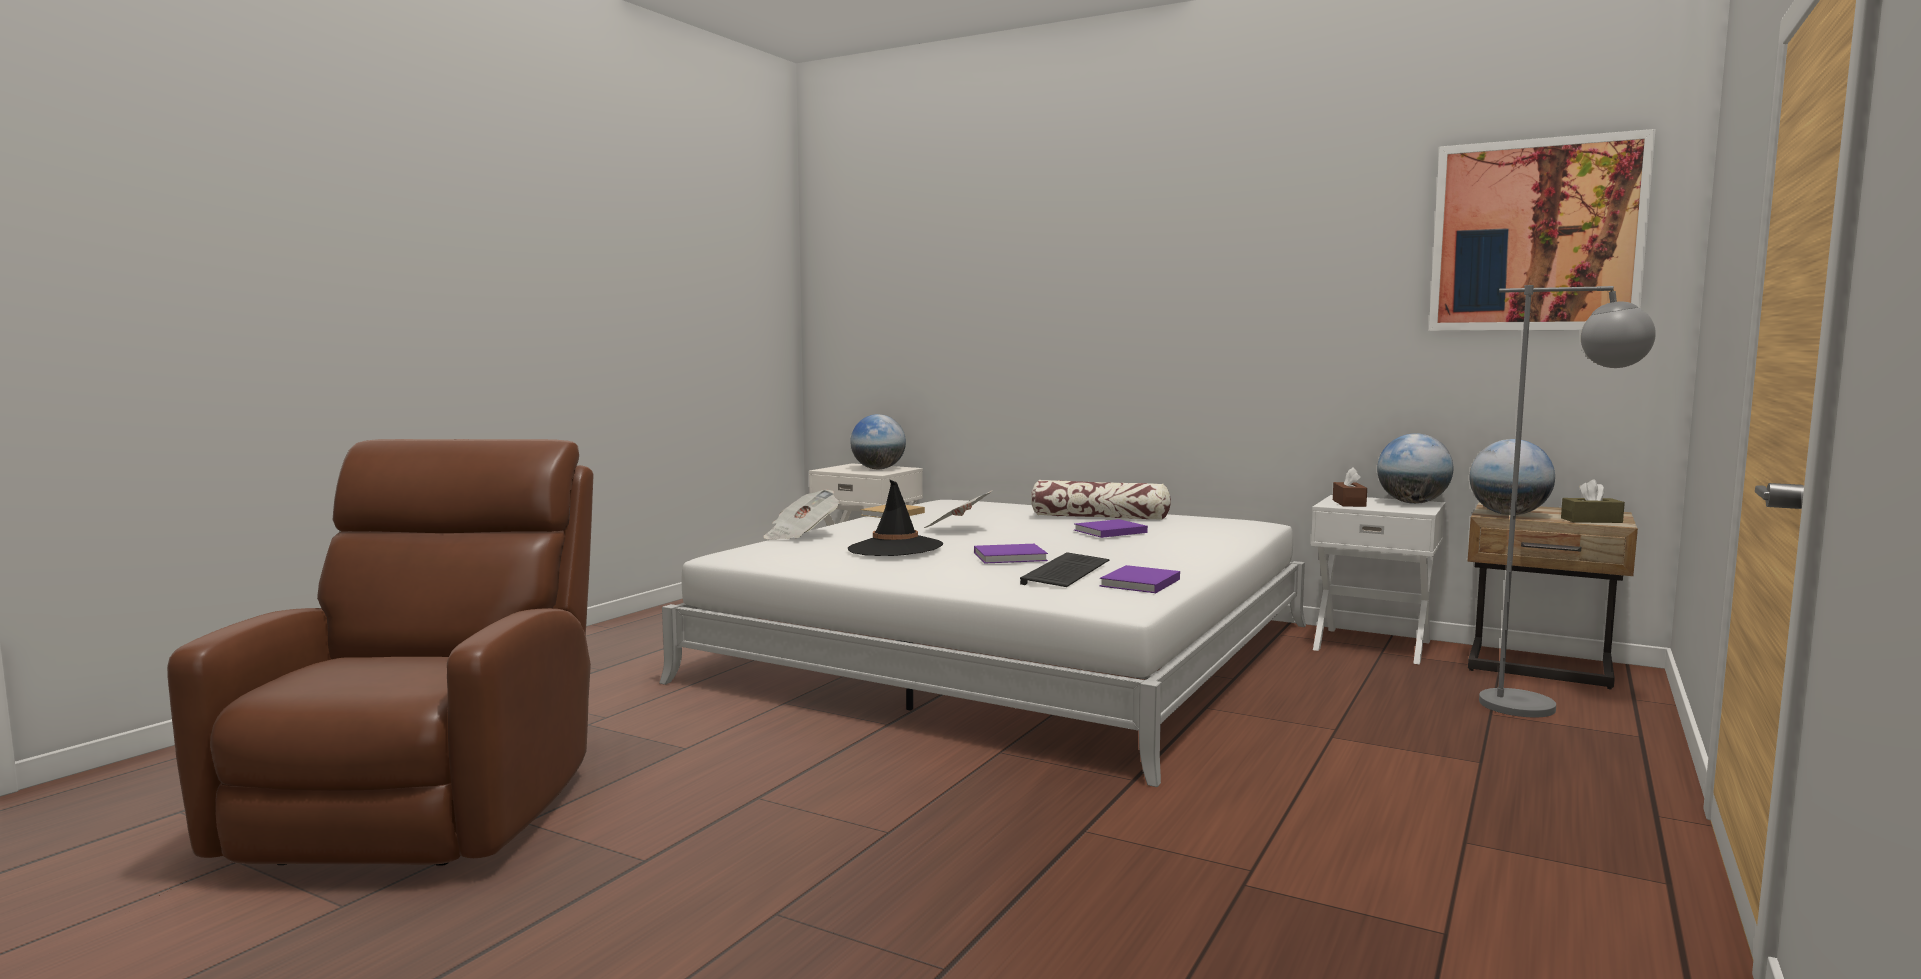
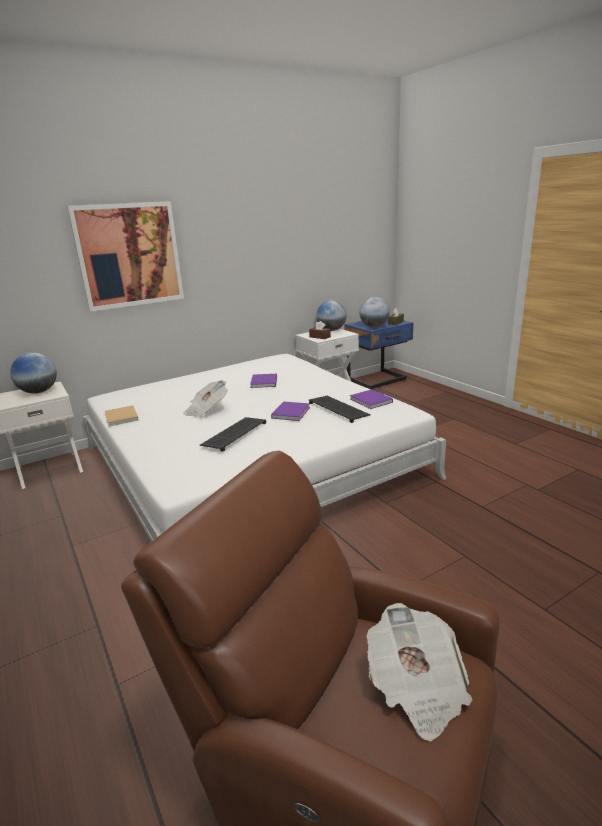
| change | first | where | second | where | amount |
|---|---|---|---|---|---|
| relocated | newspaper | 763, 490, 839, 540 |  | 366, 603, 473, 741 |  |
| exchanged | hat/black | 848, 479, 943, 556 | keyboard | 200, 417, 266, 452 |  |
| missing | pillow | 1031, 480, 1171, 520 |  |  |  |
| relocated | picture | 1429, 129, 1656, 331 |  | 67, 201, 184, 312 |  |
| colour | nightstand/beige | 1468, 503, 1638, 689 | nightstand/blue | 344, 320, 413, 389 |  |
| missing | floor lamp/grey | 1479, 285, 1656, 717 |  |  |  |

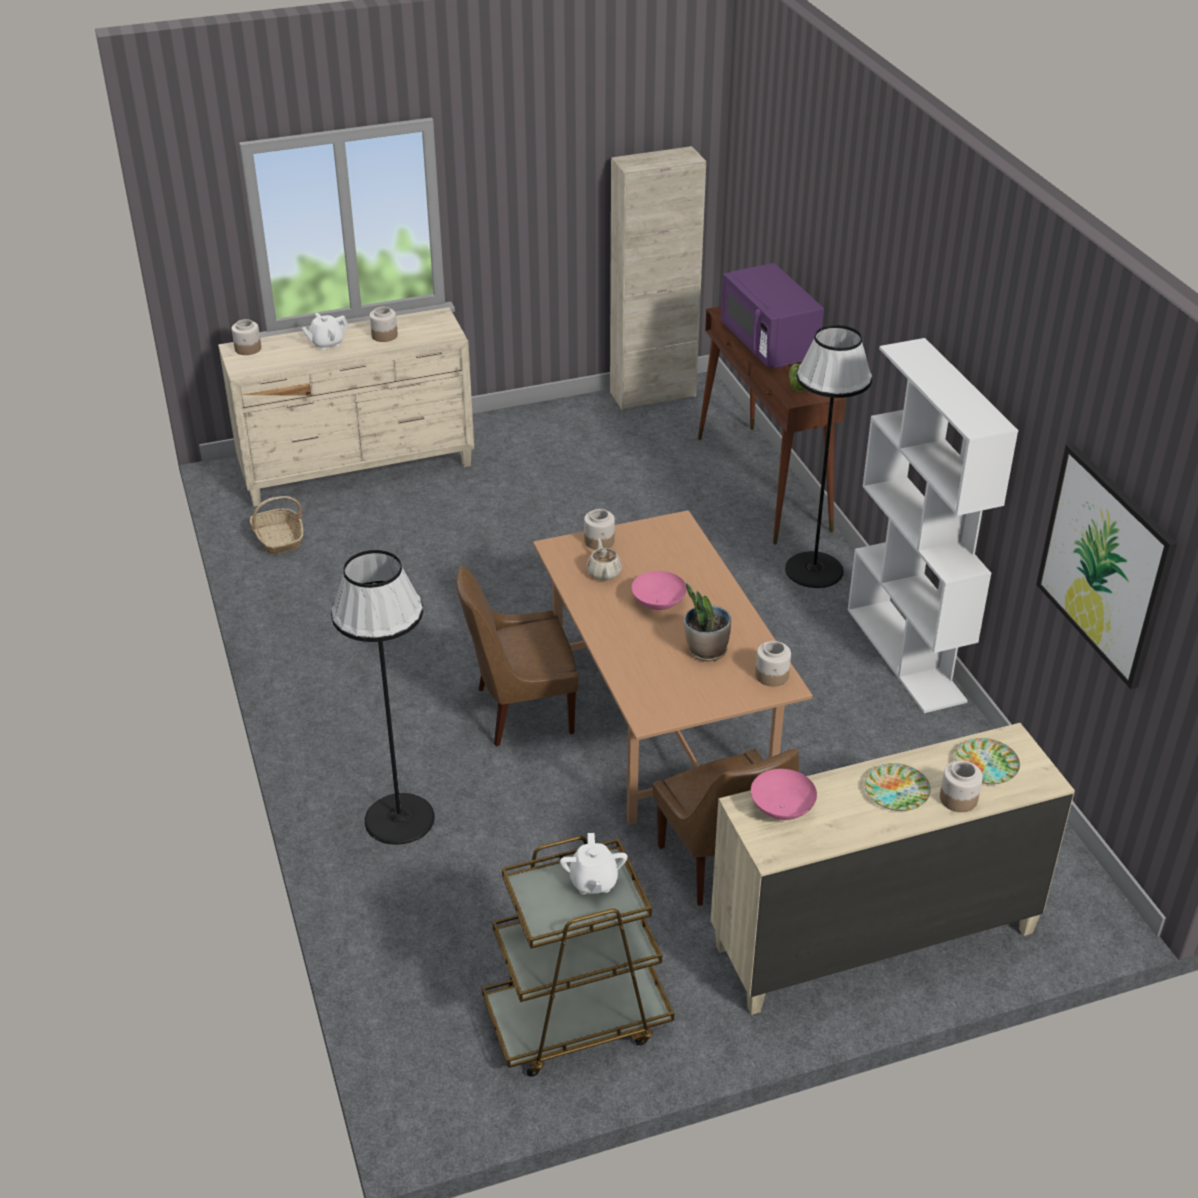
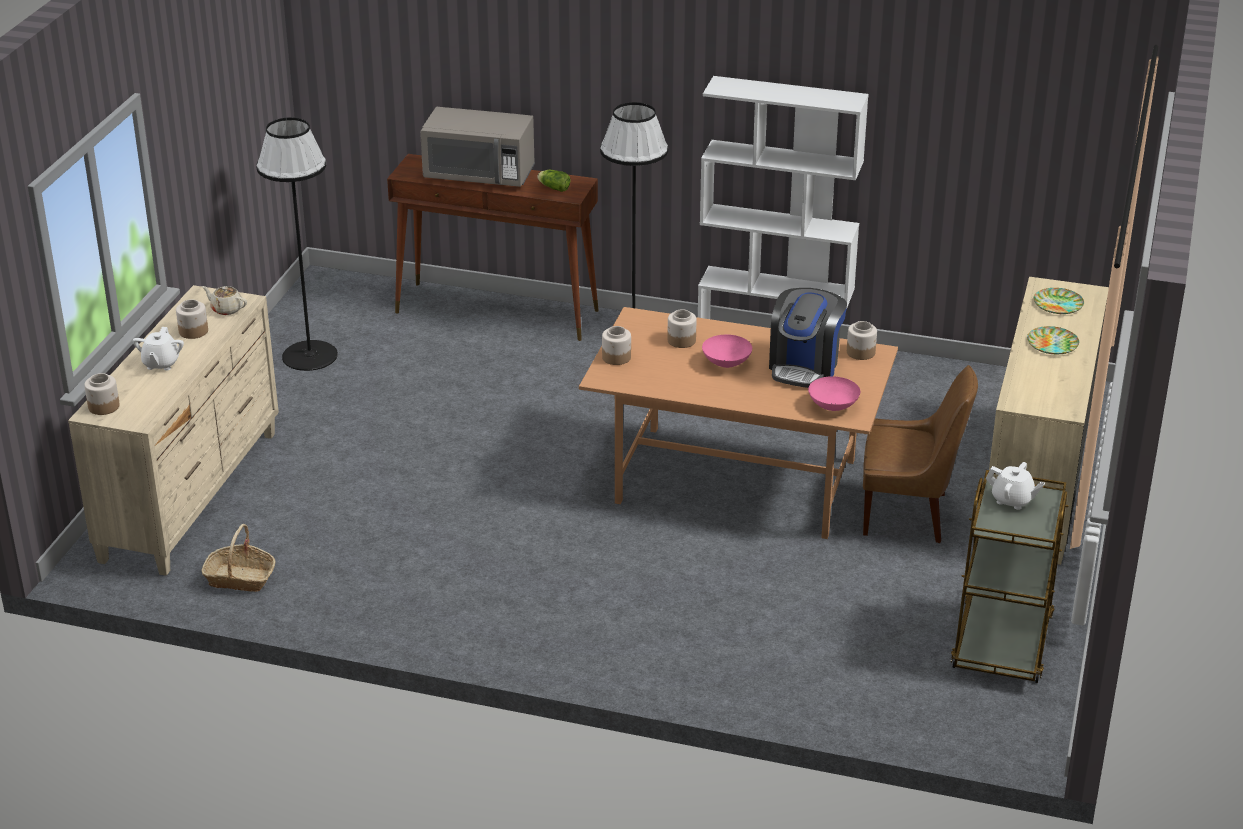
| change | first | where | second | where | amount |
|---|---|---|---|---|---|
| relocated | floor lamp/black | 331, 550, 435, 845 |  | 256, 117, 338, 371 |  |
| missing | chair/brown | 456, 565, 579, 747 |  |  |  |
| relocated | teapot/beige | 587, 538, 622, 580 |  | 202, 286, 247, 315 |  |
| missing | cabinet/beige | 610, 146, 706, 410 |  |  |  |
| exchanged | potted plant | 684, 583, 731, 662 | coffee machine | 769, 288, 847, 388 |  |
| colour | microwave/purple | 721, 263, 824, 369 | microwave/grey | 420, 107, 535, 187 |  |
| relocated | bowl/pink | 751, 769, 817, 820 |  | 808, 376, 860, 411 |  |
| relocated | jar | 940, 761, 983, 812 |  | 667, 309, 696, 348 |  |
| missing | picture | 1036, 444, 1177, 689 |  |  |  |

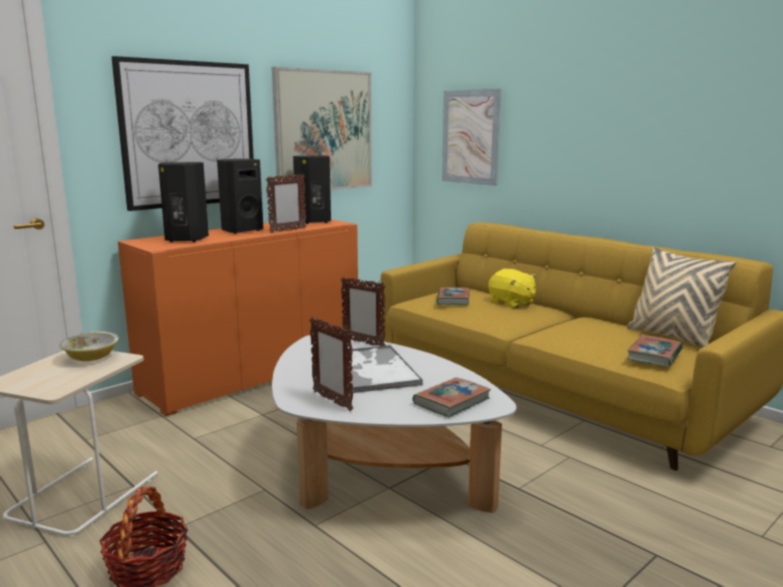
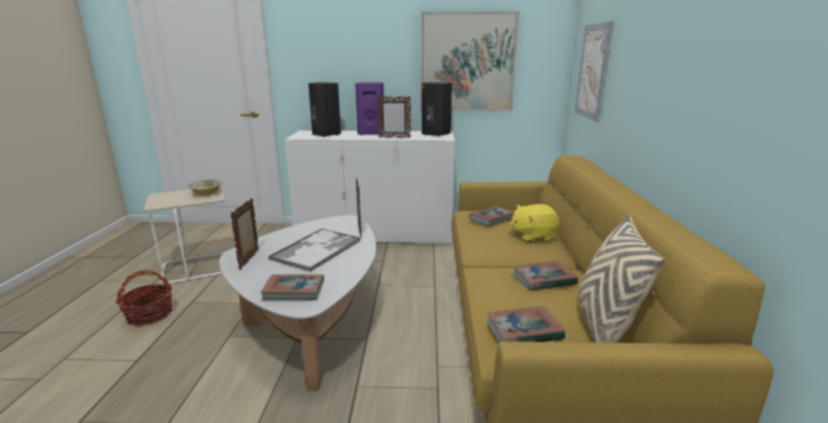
| change | first | where | second | where | amount |
|---|---|---|---|---|---|
| missing | picture | 112, 56, 254, 211 |  |  |  |
| colour | cabinet/orange | 118, 219, 359, 416 | cabinet/white | 285, 130, 455, 244 |  |
| colour | speaker/black | 217, 159, 263, 234 | speaker/purple | 355, 82, 384, 135 |  |
| spun | plush toy/yellow | 488, 269, 536, 308 |  | 509, 204, 559, 242 | 75 degrees clockwise |
| appeared |  |  | book | 513, 260, 578, 291 |  |

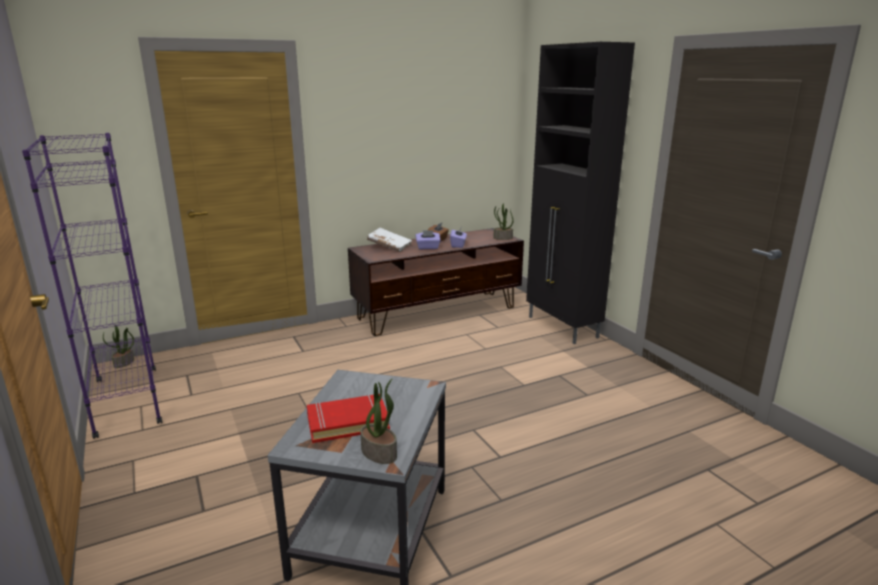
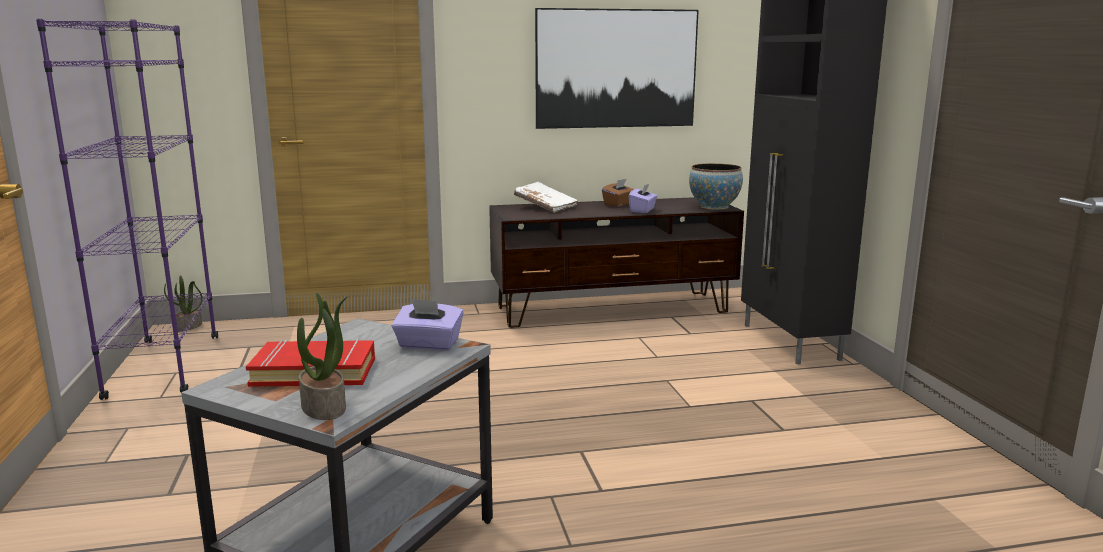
| change | first | where | second | where | amount |
|---|---|---|---|---|---|
| relocated | tissue box/purple | 416, 230, 441, 249 |  | 392, 299, 463, 351 |  |
| exchanged | potted plant | 493, 203, 513, 240 | bowl | 689, 163, 743, 210 |  |
| appeared |  |  | picture | 535, 8, 699, 129 |  |

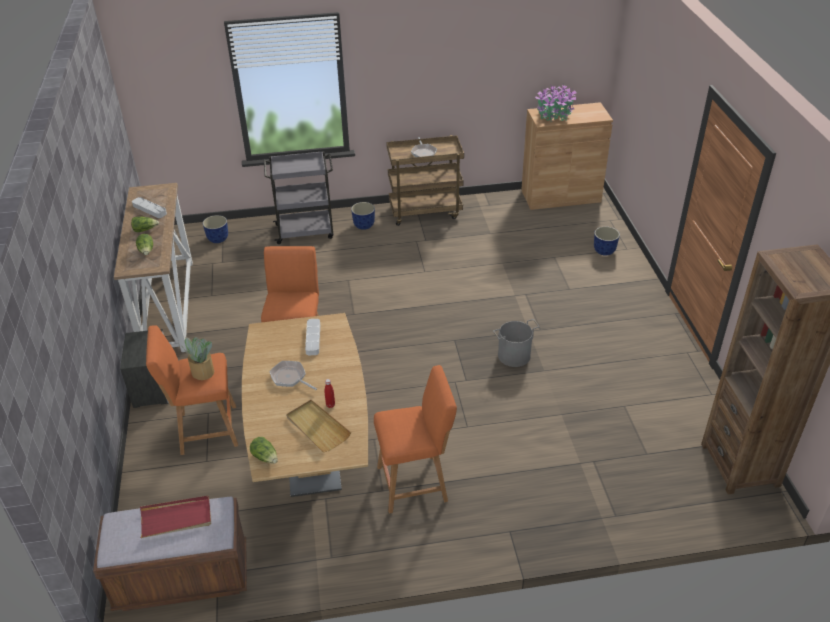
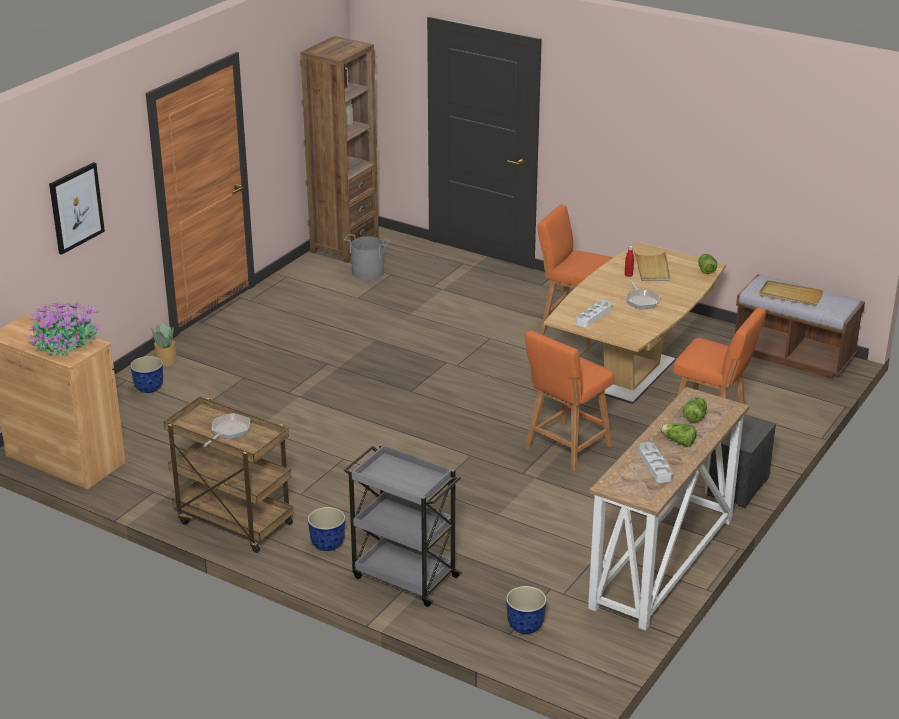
| change | first | where | second | where | amount |
|---|---|---|---|---|---|
| colour | tray/red | 140, 496, 211, 538 | tray/beige | 759, 280, 824, 306 |  |
| relocated | potted plant | 181, 337, 214, 380 |  | 151, 323, 177, 367 |  |
| relocated | bucket/grey | 493, 319, 539, 367 |  | 344, 234, 390, 280 |  |
| appeared |  |  | picture | 49, 162, 105, 255 |  |

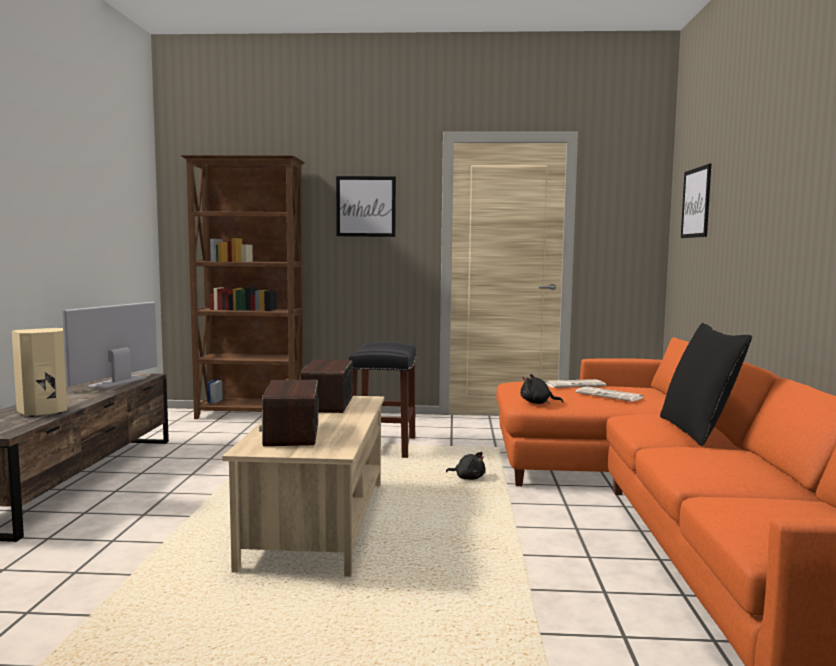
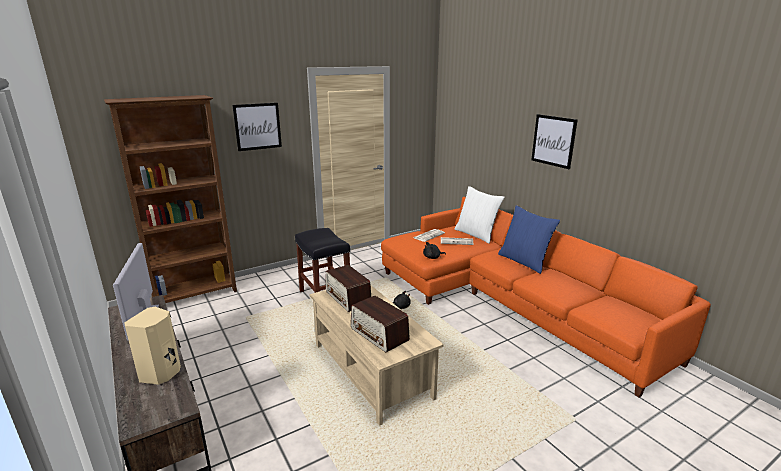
| change | first | where | second | where | amount |
|---|---|---|---|---|---|
| colour | pillow/black | 660, 323, 752, 446 | pillow/blue | 498, 205, 560, 274 |  |
| relocated | picture | 681, 164, 711, 238 |  | 531, 114, 577, 169 |  |
| appeared |  |  | pillow/white | 455, 186, 504, 244 |  |

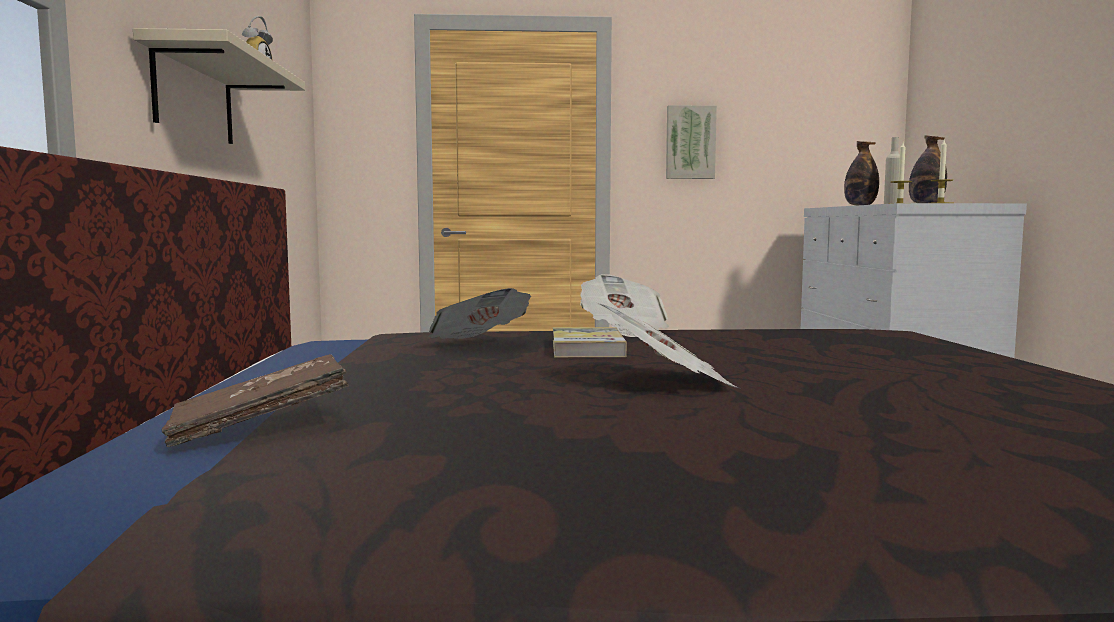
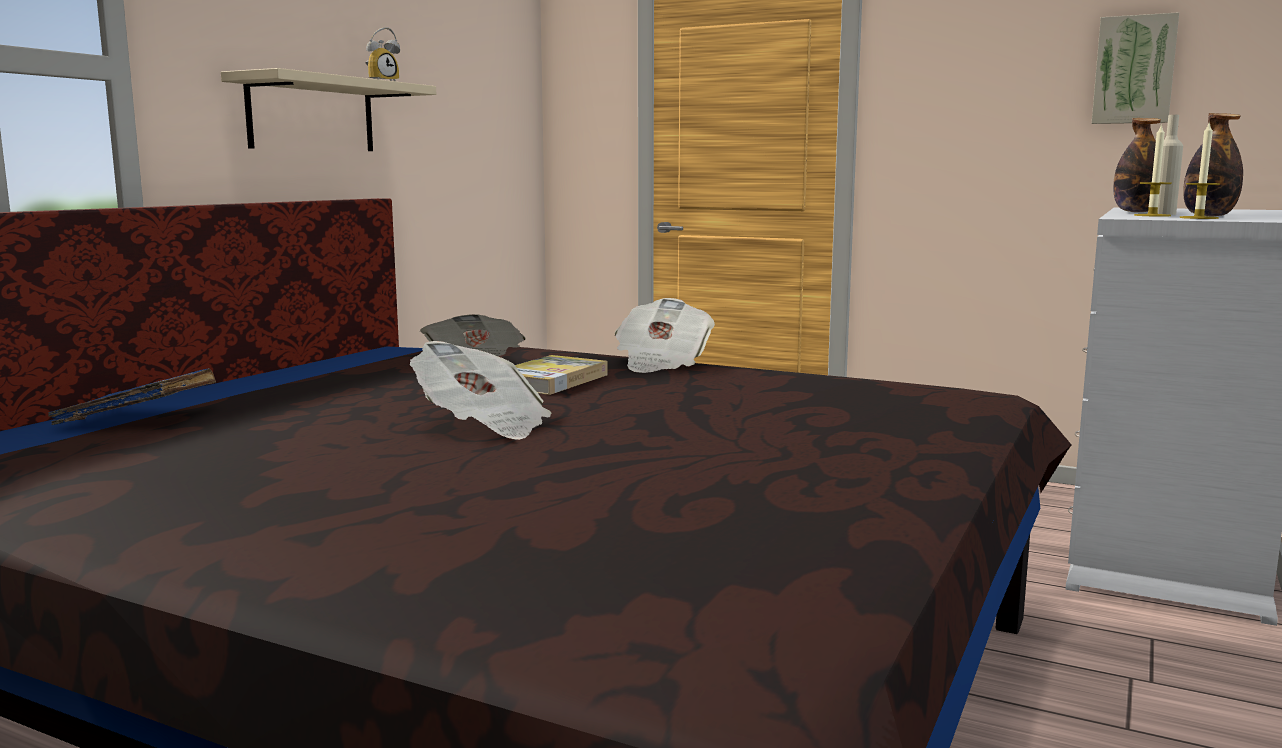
| change | first | where | second | where | amount |
|---|---|---|---|---|---|
| colour | book/brown | 162, 354, 349, 447 | book/blue | 48, 368, 216, 425 |  |
| relocated | picture | 666, 105, 717, 179 |  | 1091, 12, 1179, 124 |  |

